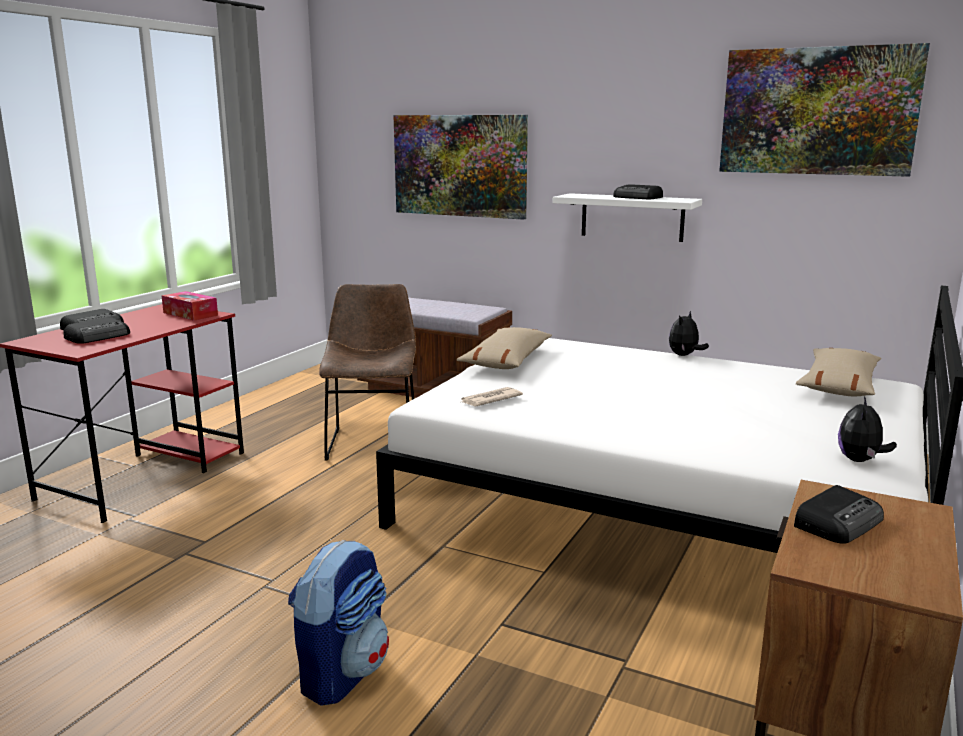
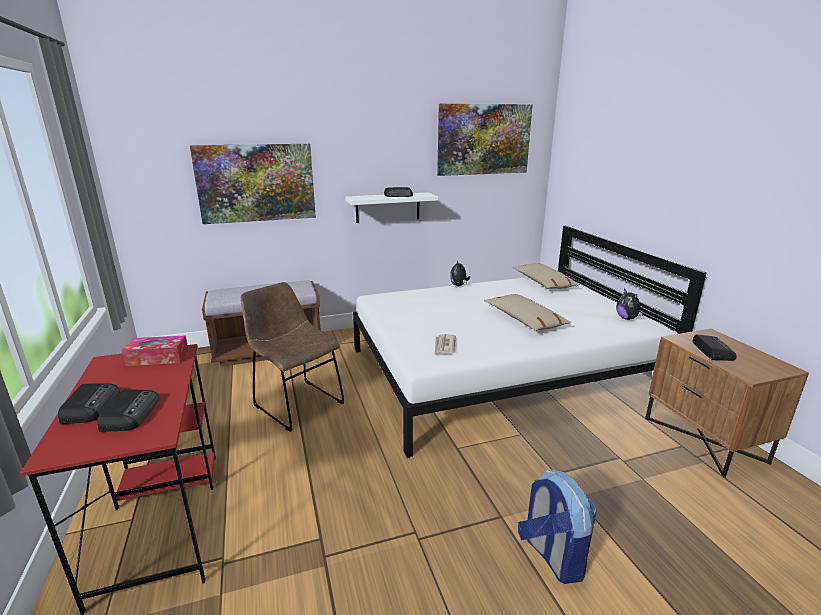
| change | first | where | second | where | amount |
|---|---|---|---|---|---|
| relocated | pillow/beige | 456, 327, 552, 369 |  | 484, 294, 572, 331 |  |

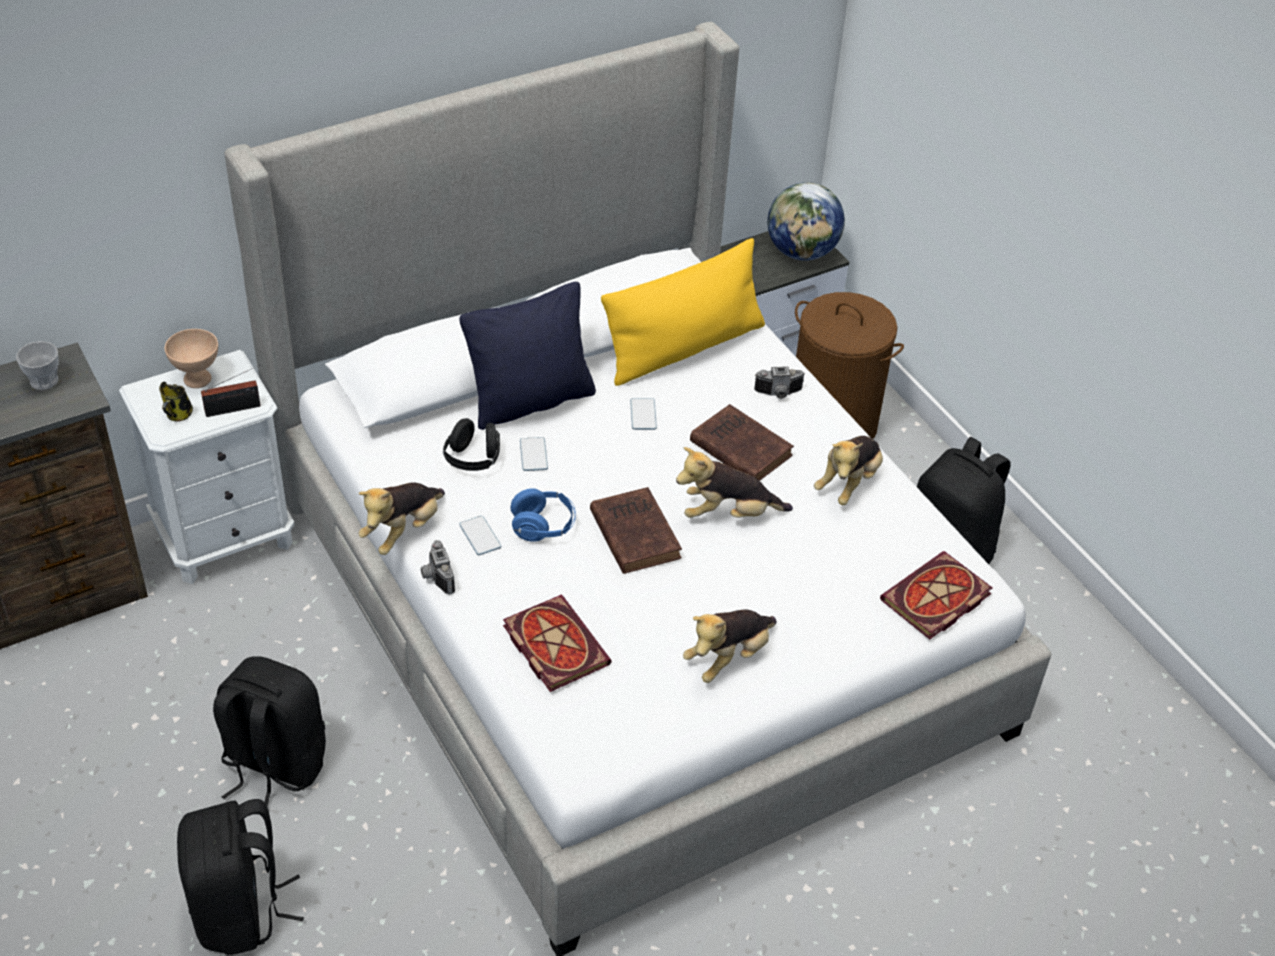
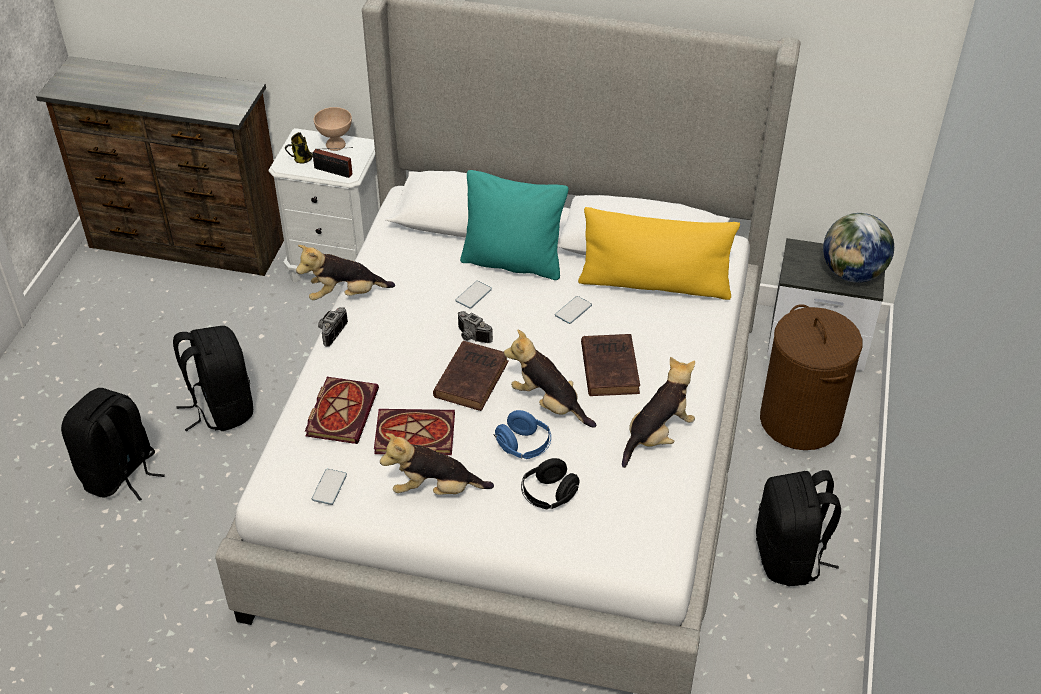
| change | first | where | second | where | amount |
|---|---|---|---|---|---|
| missing | cup | 16, 341, 58, 390 |  |  |  |
| relocated | headphones/black | 443, 418, 500, 471 |  | 521, 458, 580, 510 |  |
| colour | pillow/black | 459, 282, 596, 430 | pillow/turquoise | 460, 170, 568, 280 |  |
| relocated | phone | 459, 516, 501, 555 |  | 312, 469, 347, 505 |  |
| relocated | headphones/blue | 511, 488, 576, 542 |  | 494, 410, 551, 459 |  |
| relocated | photo camera | 754, 366, 805, 399 |  | 458, 311, 493, 343 |  |
| spun | plush toy | 814, 436, 883, 505 |  | 622, 357, 695, 468 | 150 degrees clockwise |
| relocated | book | 880, 551, 993, 639 |  | 374, 409, 455, 455 |  |

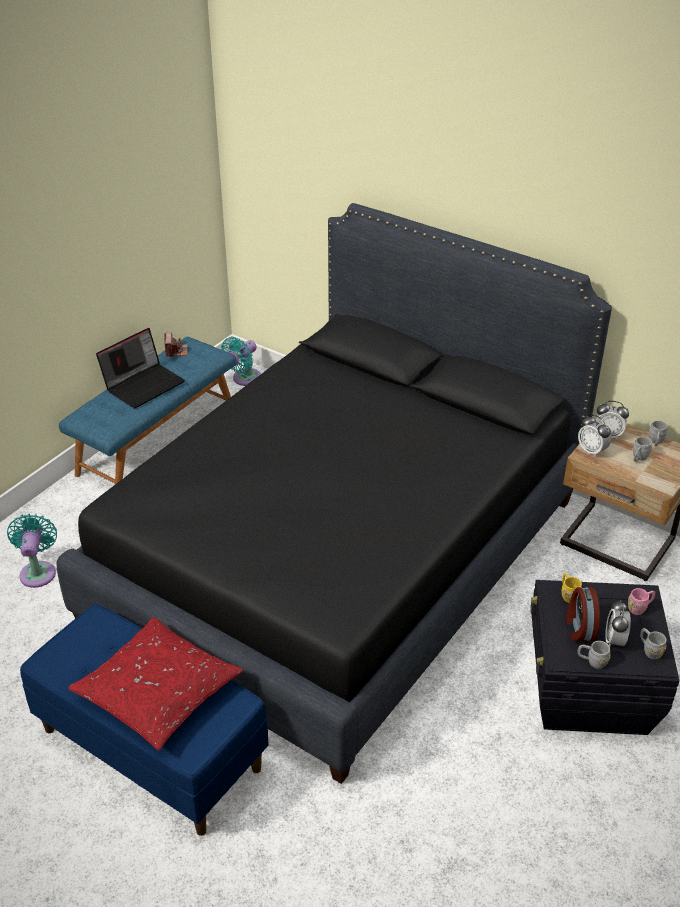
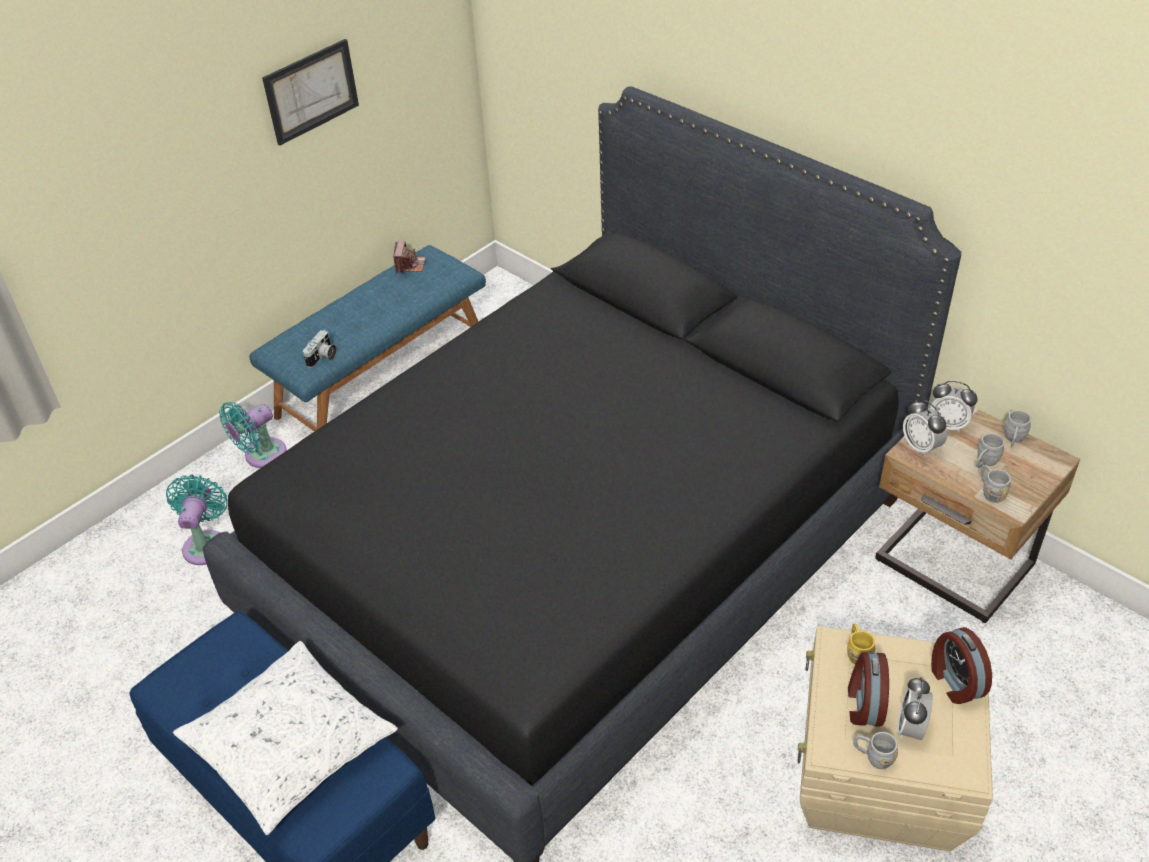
| change | first | where | second | where | amount |
|---|---|---|---|---|---|
| colour | pillow/red | 68, 617, 243, 751 | pillow/white | 173, 641, 398, 835 |  |
| missing | laptop | 96, 328, 185, 409 |  |  |  |
| relocated | fan/turquoise | 221, 337, 261, 386 |  | 219, 402, 287, 468 |  |
| colour | storage box/black | 530, 580, 679, 735 | storage box/beige | 797, 626, 993, 851 |  |
| exchanged | mug/pink | 628, 588, 655, 615 | alarm clock | 931, 627, 992, 704 |  |
| relocated | mug/grey | 640, 628, 667, 659 |  | 981, 465, 1011, 503 |  |
| appeared |  |  | picture | 262, 39, 359, 146 |  |
| appeared |  |  | photo camera | 303, 330, 337, 368 |  |

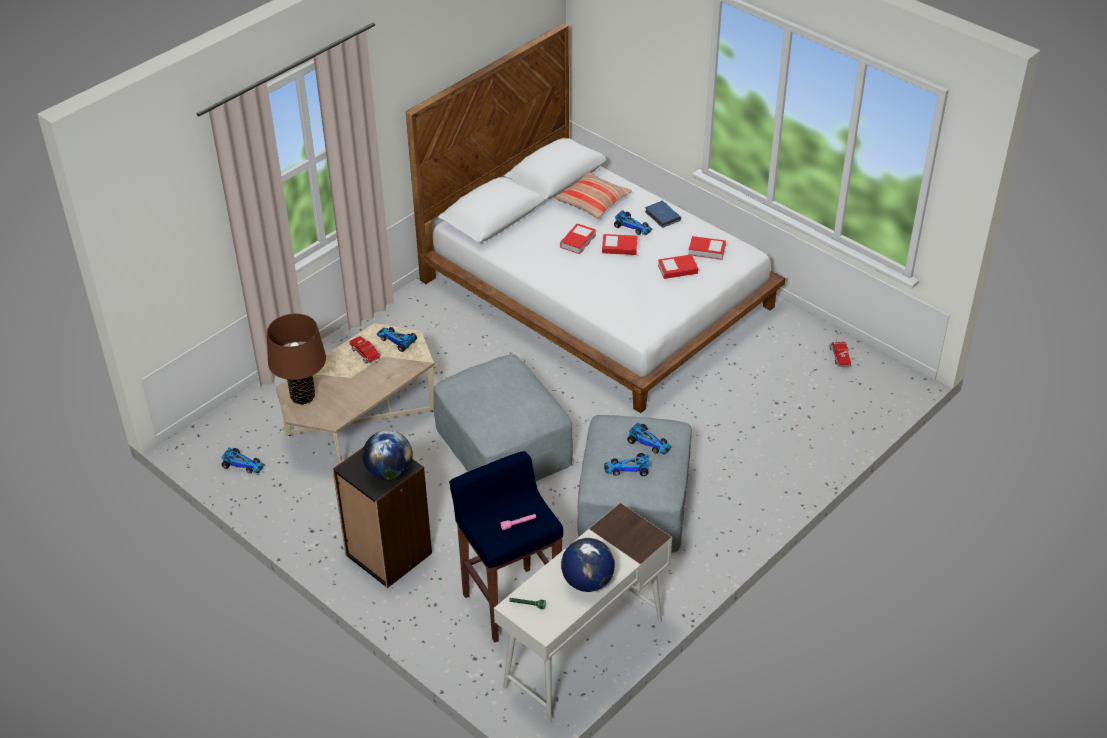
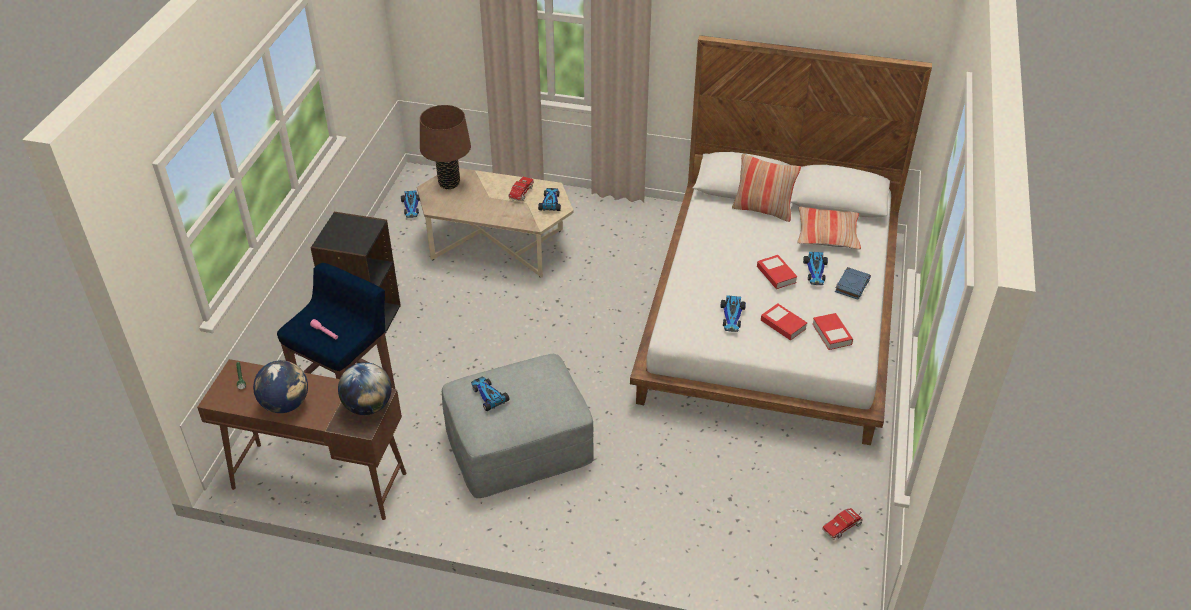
| change | first | where | second | where | amount |
|---|---|---|---|---|---|
| relocated | globe | 362, 430, 413, 480 |  | 338, 362, 392, 415 |  |
| missing | ottoman/grey | 433, 354, 573, 481 |  |  |  |
| colour | desk/white | 494, 503, 672, 723 | desk/brown | 197, 359, 406, 520 |  |
| missing | book | 560, 223, 596, 254 |  |  |  |
| relocated | toy car | 627, 422, 672, 455 |  | 720, 295, 746, 332 |  |
| appeared |  |  | pillow | 732, 154, 801, 222 |  |

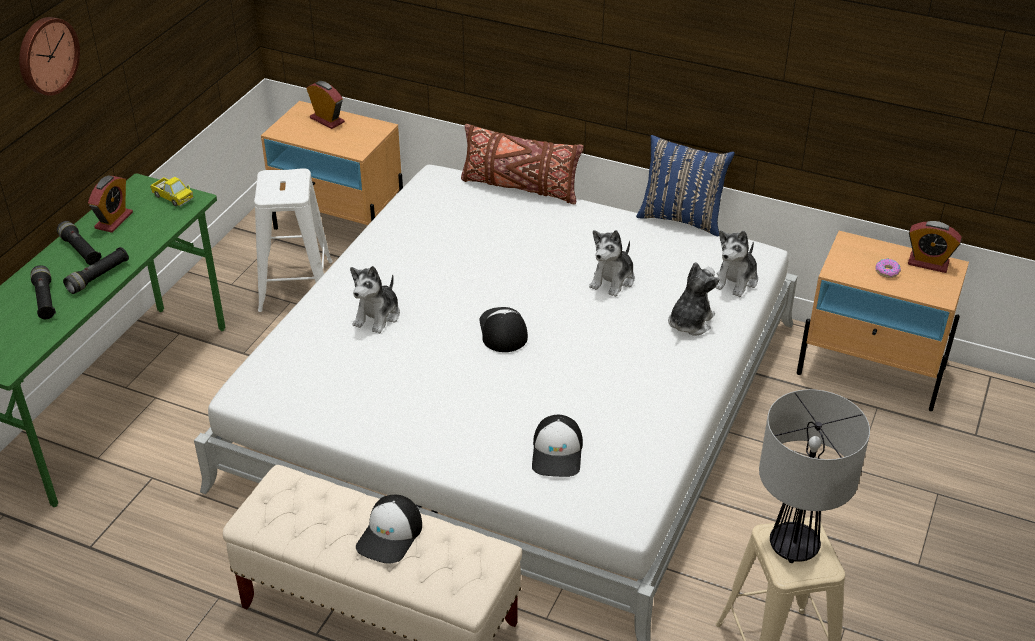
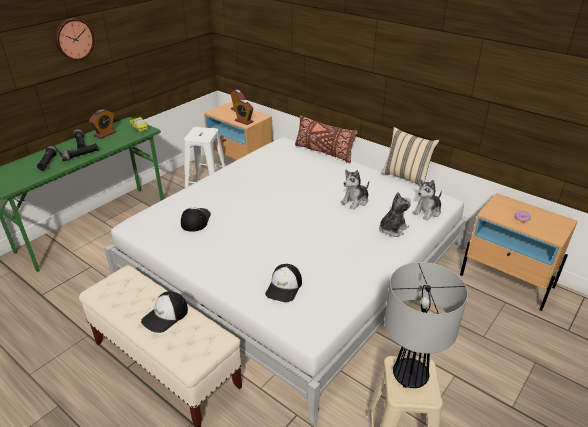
| change | first | where | second | where | amount |
|---|---|---|---|---|---|
| missing | plush toy | 350, 266, 400, 334 |  |  |  |
| relocated | cap | 480, 307, 528, 352 |  | 181, 207, 211, 232 |  |
| colour | pillow/blue | 636, 135, 735, 237 | pillow/beige | 381, 127, 439, 185 |  |
| relocated | alarm clock | 908, 221, 962, 273 |  | 233, 100, 253, 125 |  |

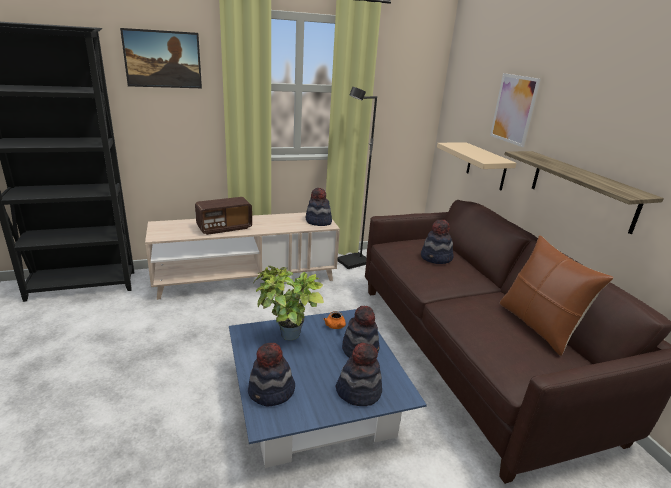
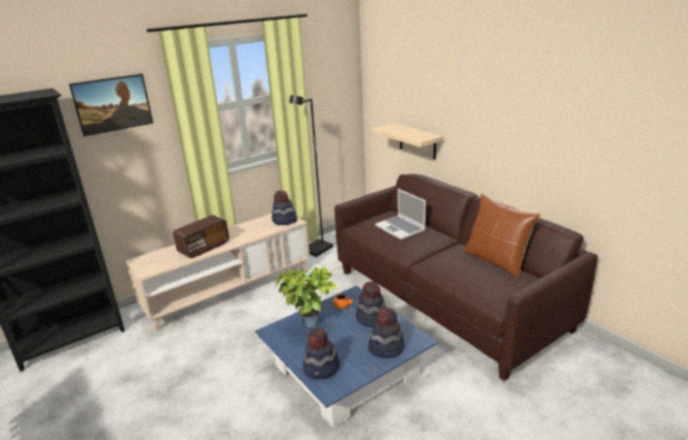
| change | first | where | second | where | amount |
|---|---|---|---|---|---|
| exchanged | hat | 421, 220, 454, 264 | laptop | 375, 189, 426, 240 |  |
| missing | picture | 490, 73, 541, 147 |  |  |  |
| missing | shelf | 504, 151, 664, 234 |  |  |  |

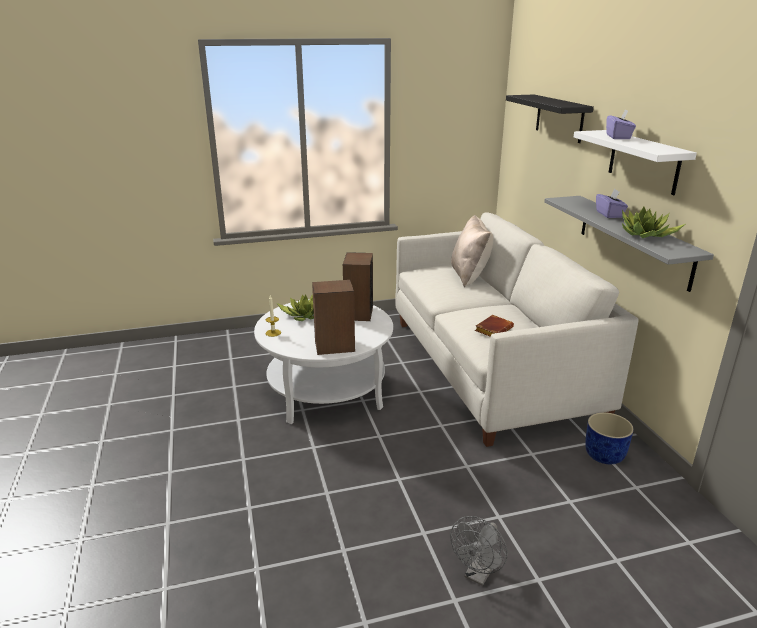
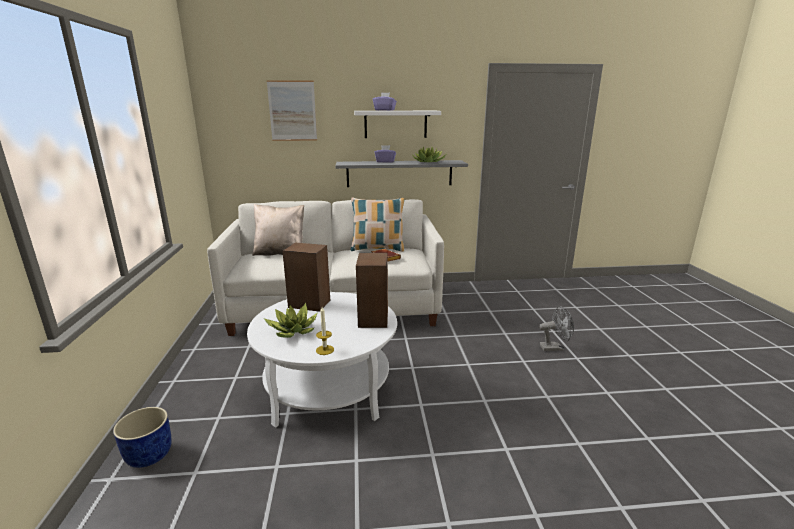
| change | first | where | second | where | amount |
|---|---|---|---|---|---|
| spun | fan/grey | 450, 516, 507, 586 |  | 539, 306, 574, 351 | 45 degrees counterclockwise |
| exchanged | shelf/black | 506, 94, 594, 143 | picture | 267, 80, 317, 141 |  |
| relocated | planter/blue | 585, 412, 634, 464 |  | 113, 407, 172, 468 |  |
| appeared |  |  | pillow | 351, 198, 405, 252 |  |

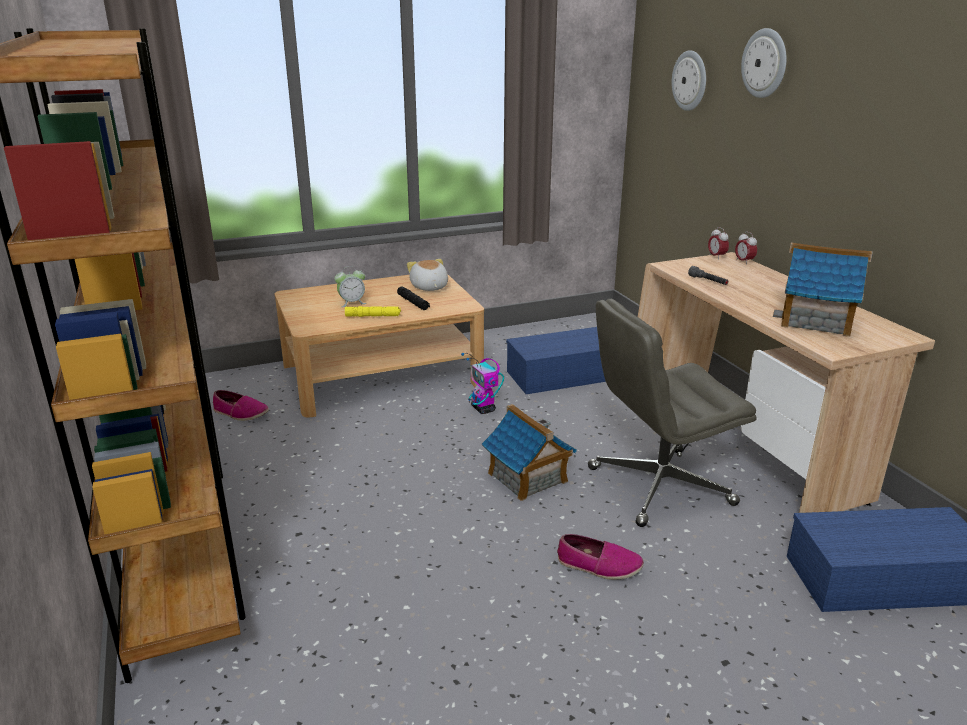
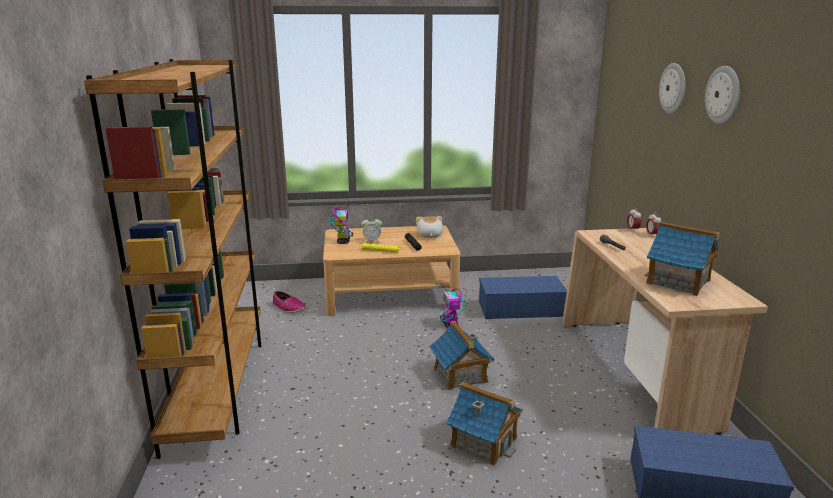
| change | first | where | second | where | amount |
|---|---|---|---|---|---|
| exchanged | shoe | 557, 534, 644, 580 | toy house | 446, 382, 523, 466 |  |
| missing | office chair/grey | 588, 299, 757, 527 |  |  |  |
| relocated | wall clock | 672, 50, 706, 111 |  | 705, 66, 740, 124 |  |
| appeared |  |  | toy robot | 330, 201, 356, 244 |  |

